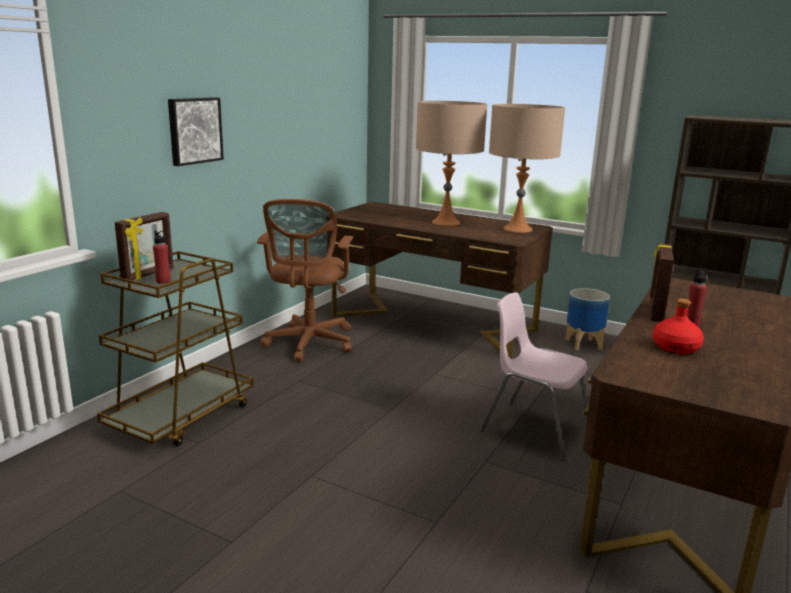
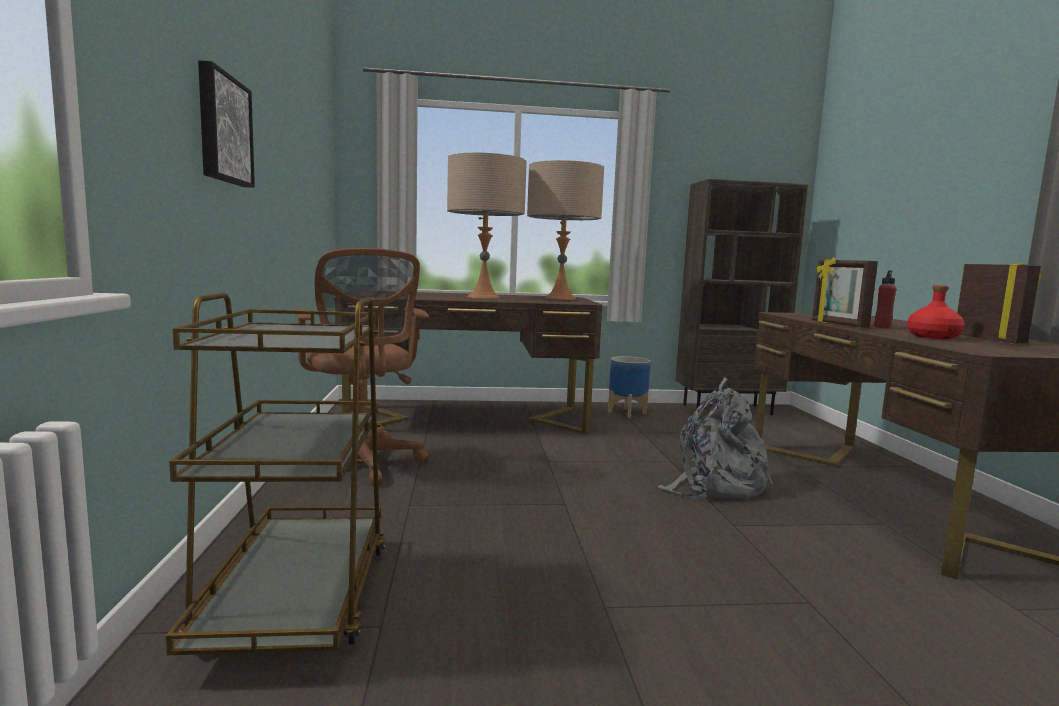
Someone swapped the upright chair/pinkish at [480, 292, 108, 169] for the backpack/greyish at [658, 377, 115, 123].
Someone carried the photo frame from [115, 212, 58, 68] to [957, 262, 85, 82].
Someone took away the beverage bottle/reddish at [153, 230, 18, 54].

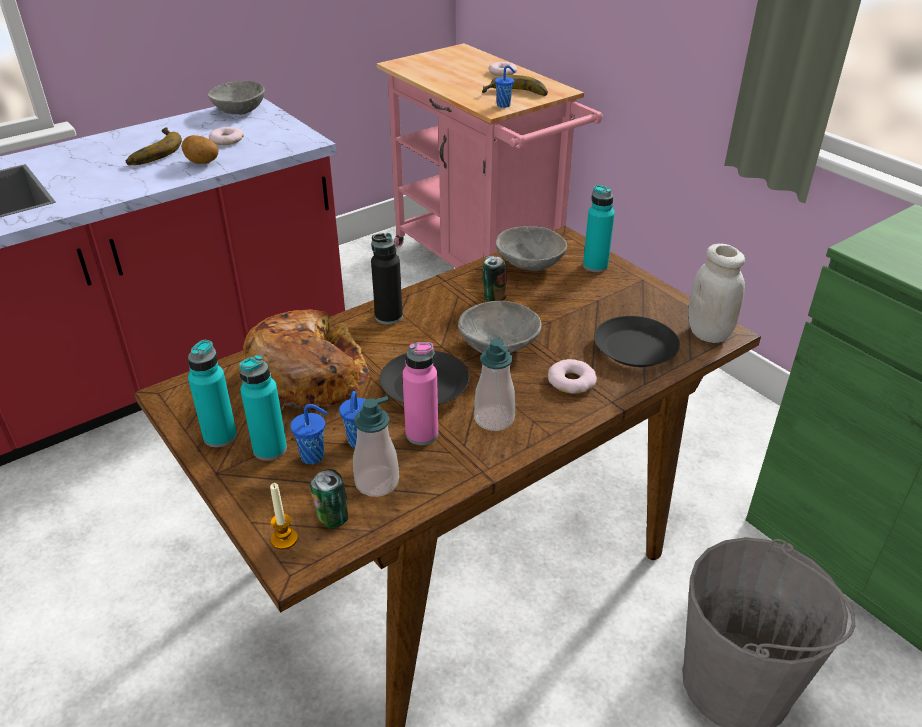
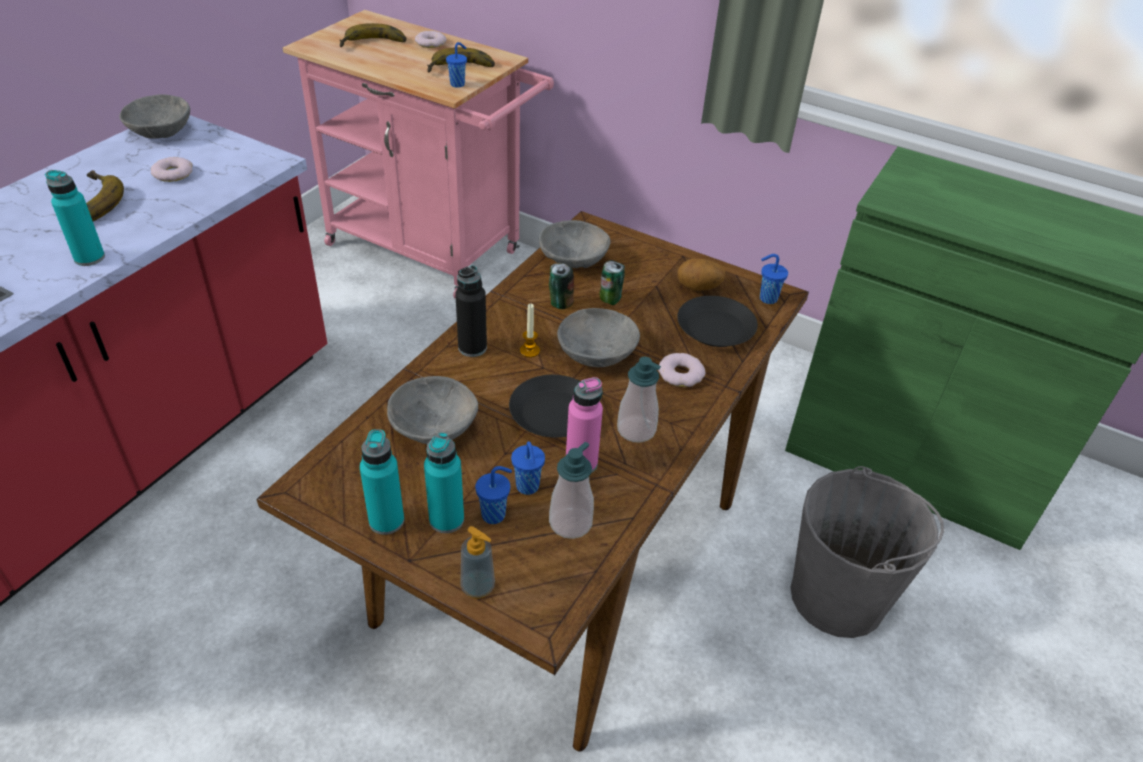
Someone carried the beverage bottle/turquoise-coloured from [583, 185, 32, 87] to [45, 170, 60, 96].
Someone put down the banana fruit at [339, 23, 67, 24].
Someone swapped the bread at [243, 309, 127, 101] for the bowl/greyish at [387, 376, 91, 68].
Someone put down the soap bottle at [460, 526, 35, 73].
Someone carried the wax candle from [270, 483, 28, 67] to [520, 303, 20, 55].
Someone carried the sealed can from [310, 469, 38, 60] to [599, 260, 26, 45].
Someone carried the spud from [181, 135, 38, 29] to [677, 259, 48, 32].
Someone swapped the jar/white-coloured at [688, 243, 57, 100] for the cup/bluish at [760, 254, 28, 50].

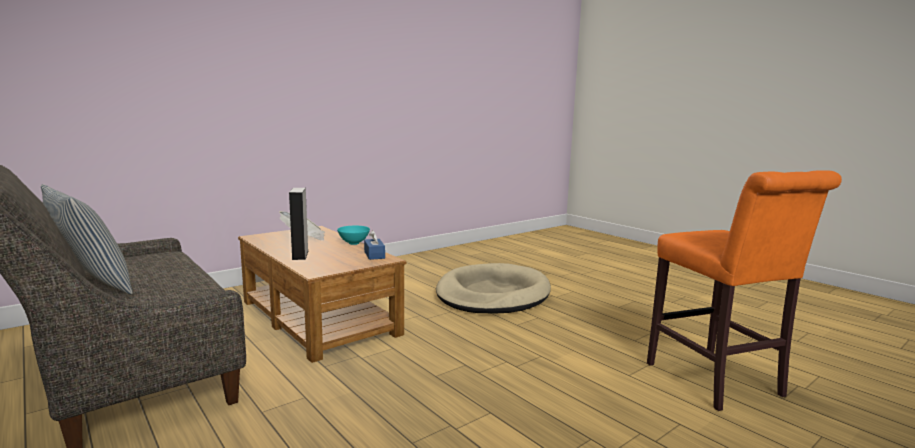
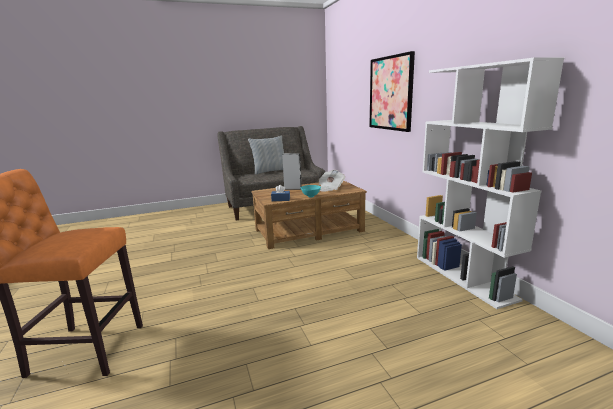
Someone put up the picture at [369, 51, 46, 81].
Someone put down the bookcase/white-coloured at [417, 58, 147, 251].
Someone took away the pet bed/sand-coloured at [436, 263, 115, 51].

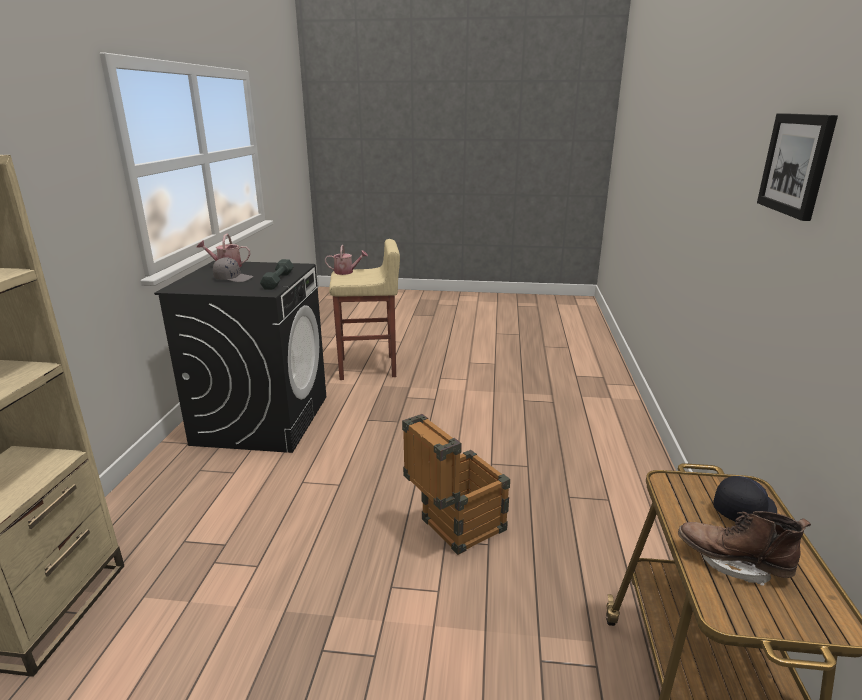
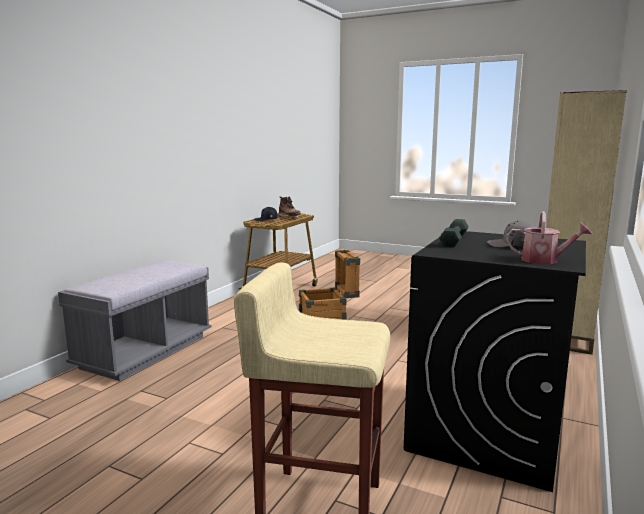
Someone put down the long seat/greyish at [58, 260, 153, 121].
Someone took away the sprinkling can at [325, 245, 43, 30].
Someone took away the picture at [757, 113, 81, 108].

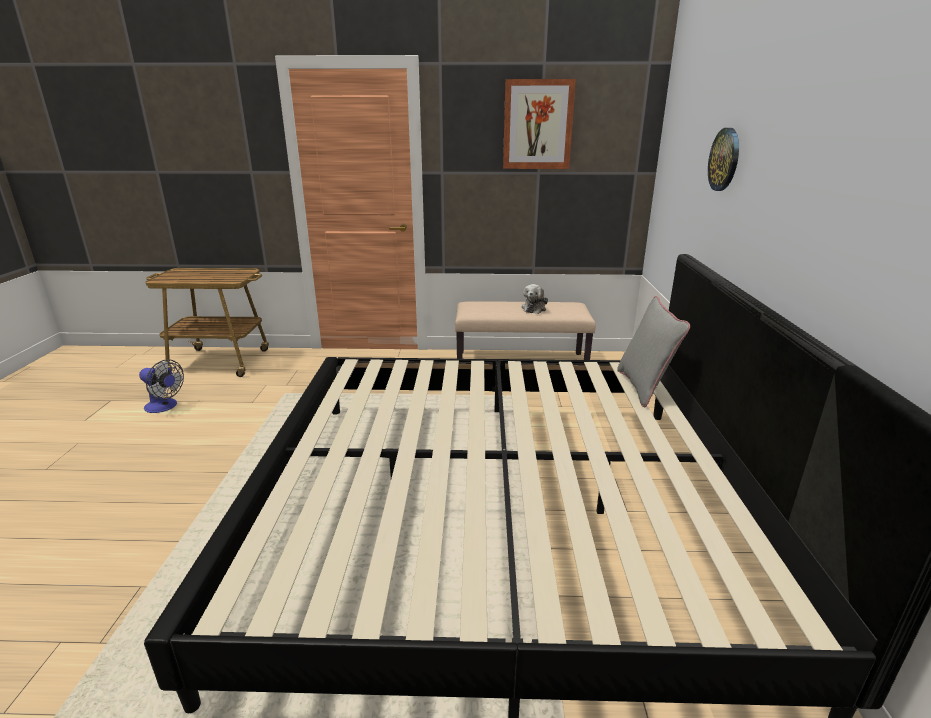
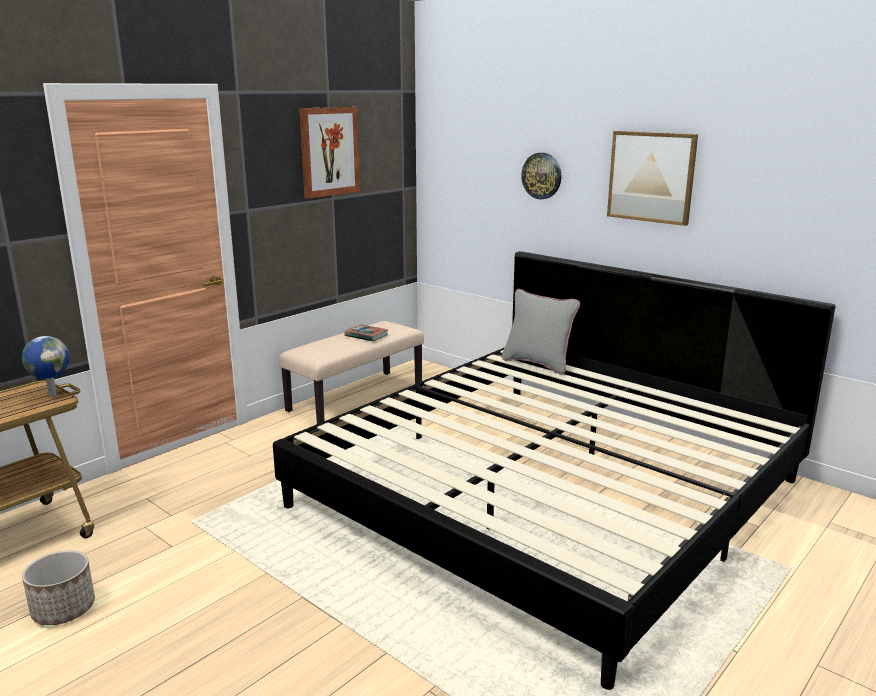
Someone put down the globe at [22, 336, 48, 61].
Someone swapped the electric fan at [139, 359, 45, 54] for the planter at [22, 550, 73, 75].
Someone swapped the plush toy at [521, 284, 27, 30] for the bound book at [344, 324, 44, 18].
Someone put up the picture at [607, 131, 91, 95].

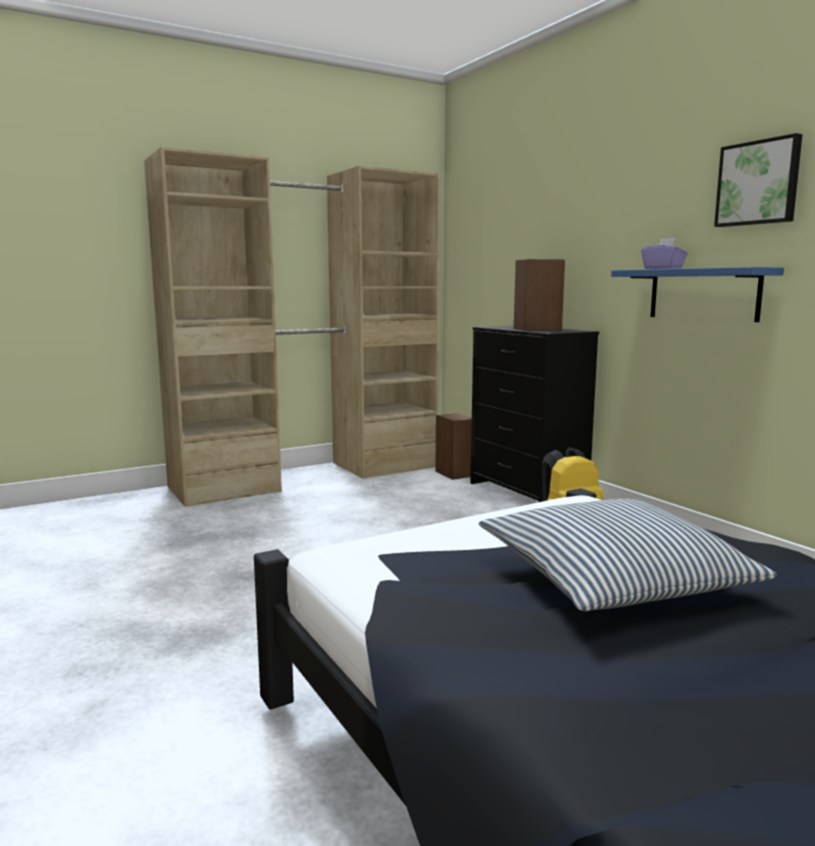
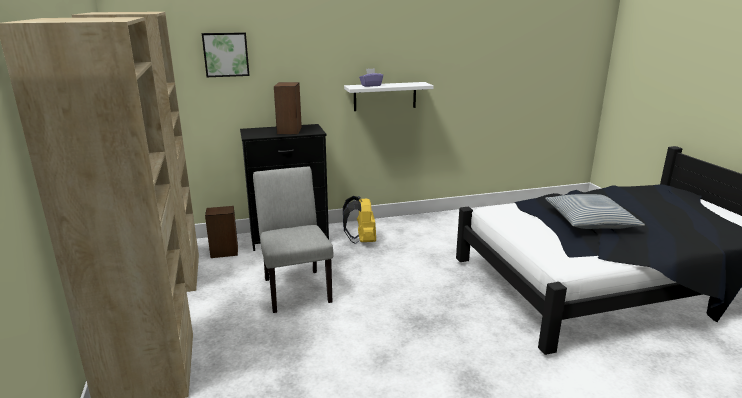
Someone carried the picture from [714, 133, 89, 94] to [202, 32, 47, 45].
Someone put down the upright chair/greyish at [253, 167, 80, 146].
Someone repainted the shelf/bluish at [611, 267, 173, 55], which became the shelf/white-coloured at [344, 82, 90, 29].

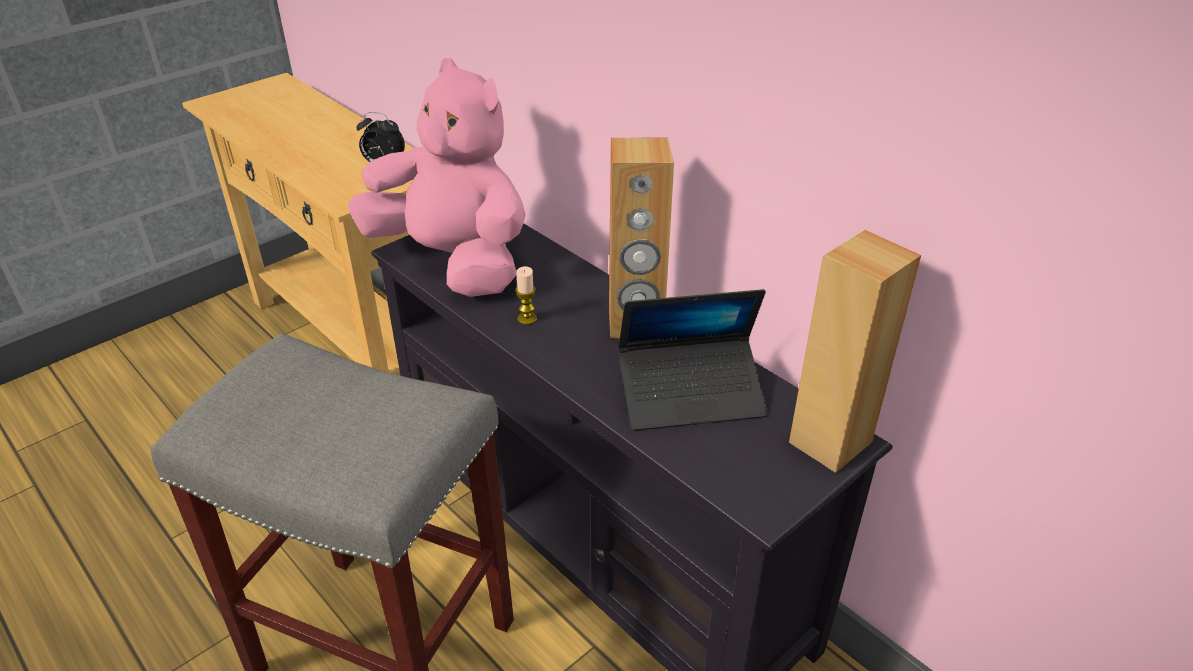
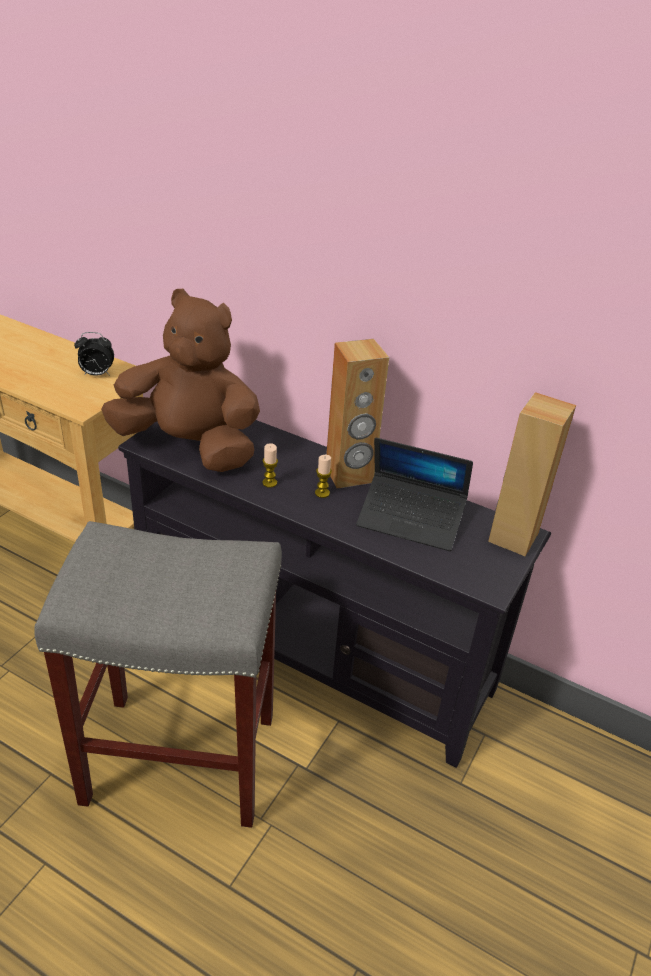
Someone repainted the plush toy/pinkish at [347, 58, 178, 239], which became the plush toy/brown at [101, 289, 159, 183].
Someone put down the wax candle at [315, 455, 17, 43].
Someone rotated the portable computer at [618, 289, 149, 142] by 45 degrees clockwise.

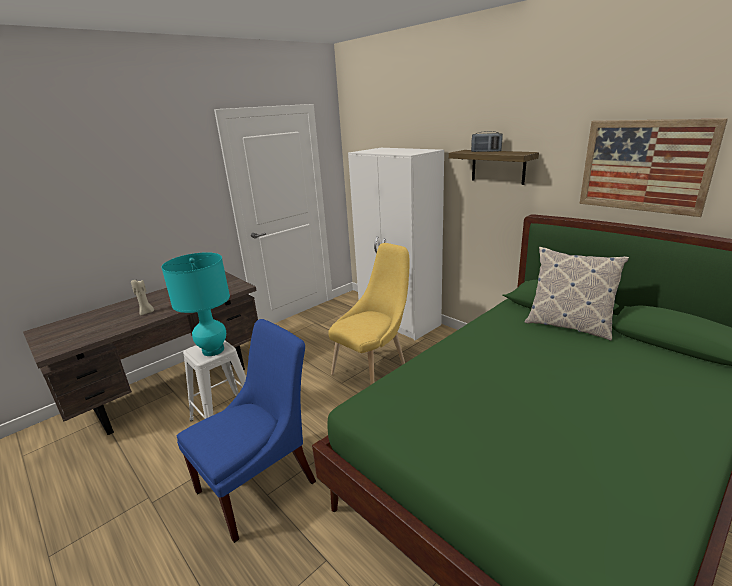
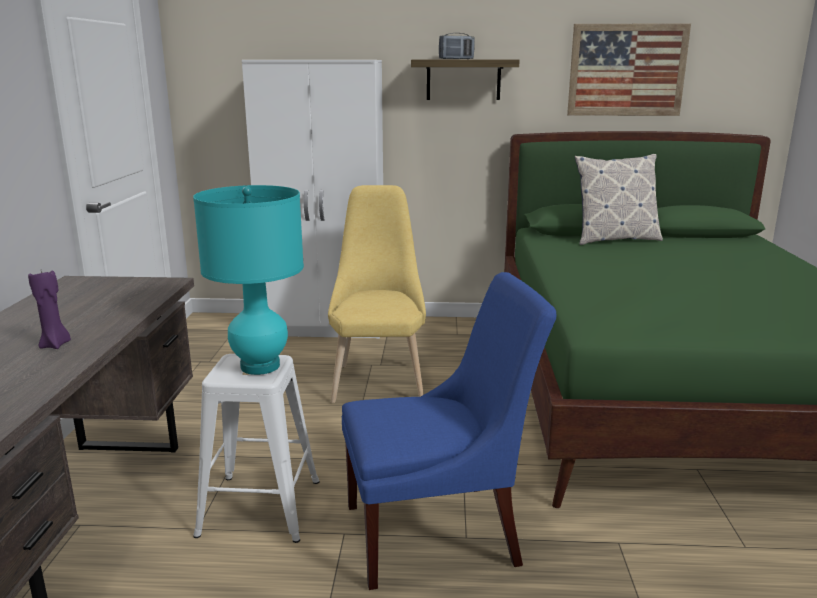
Someone repainted the wax candle/sand-coloured at [131, 279, 23, 37], which became the wax candle/purplish at [28, 271, 43, 78].
Someone rotated the upright chair/bluish at [177, 319, 139, 224] by 75 degrees clockwise.

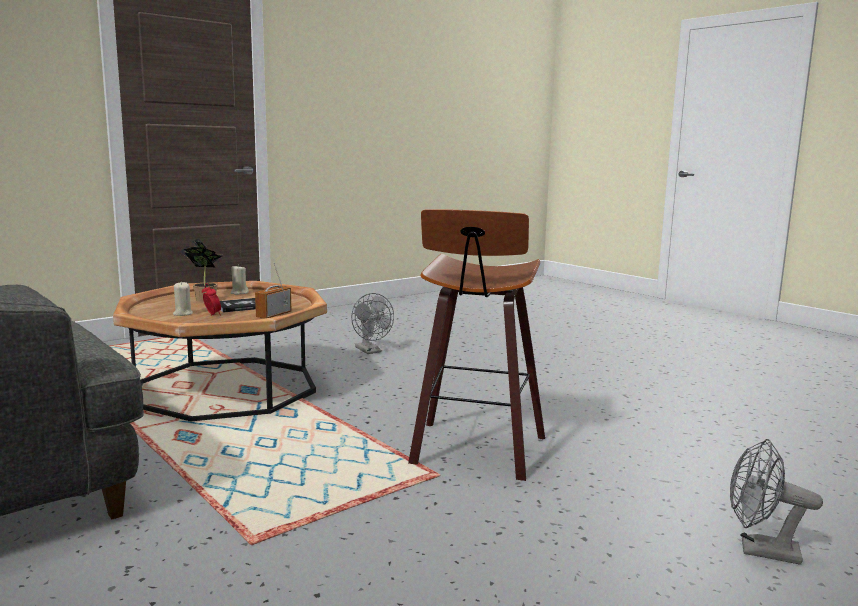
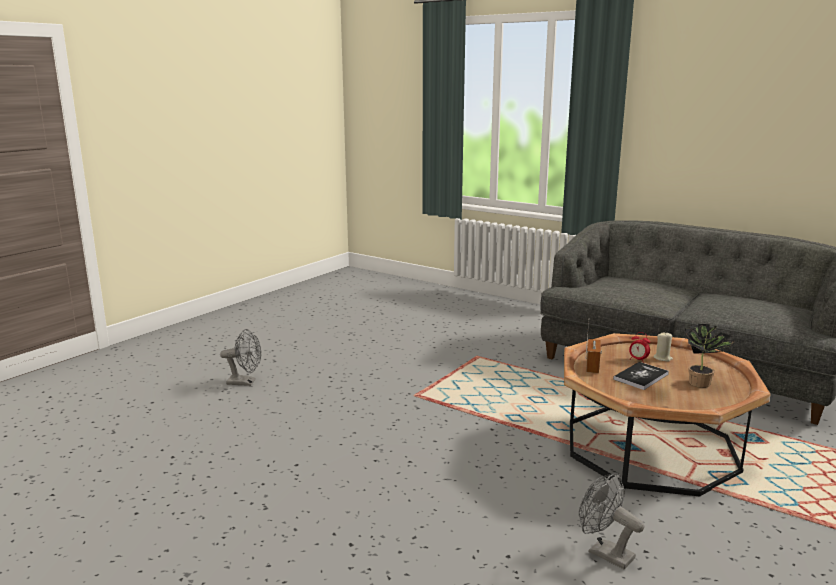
Someone took away the wax candle/sand-coloured at [231, 265, 18, 30].
Someone took away the stool seat at [408, 209, 137, 272].

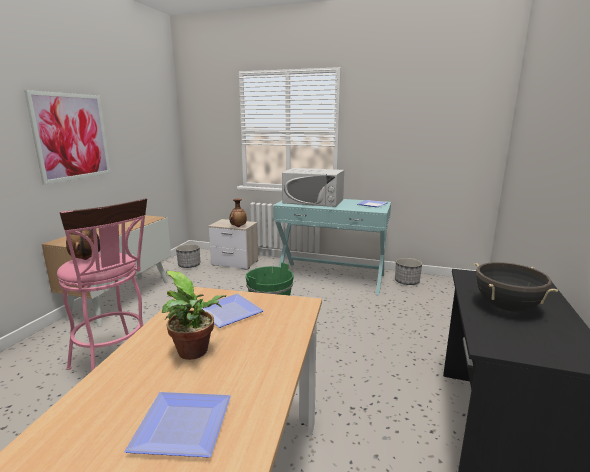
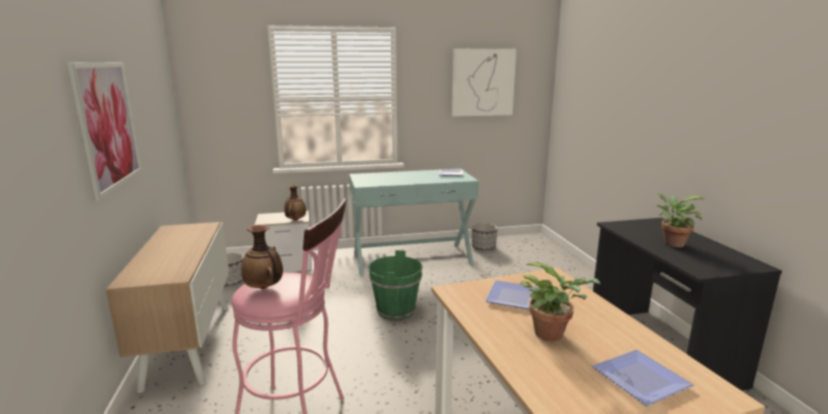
Someone put up the picture at [451, 49, 66, 68].
Someone swapped the stockpot/black-coloured at [474, 262, 84, 50] for the plant in a pot at [656, 193, 49, 55].
Someone took away the microwave oven/white-coloured at [282, 168, 62, 39].

